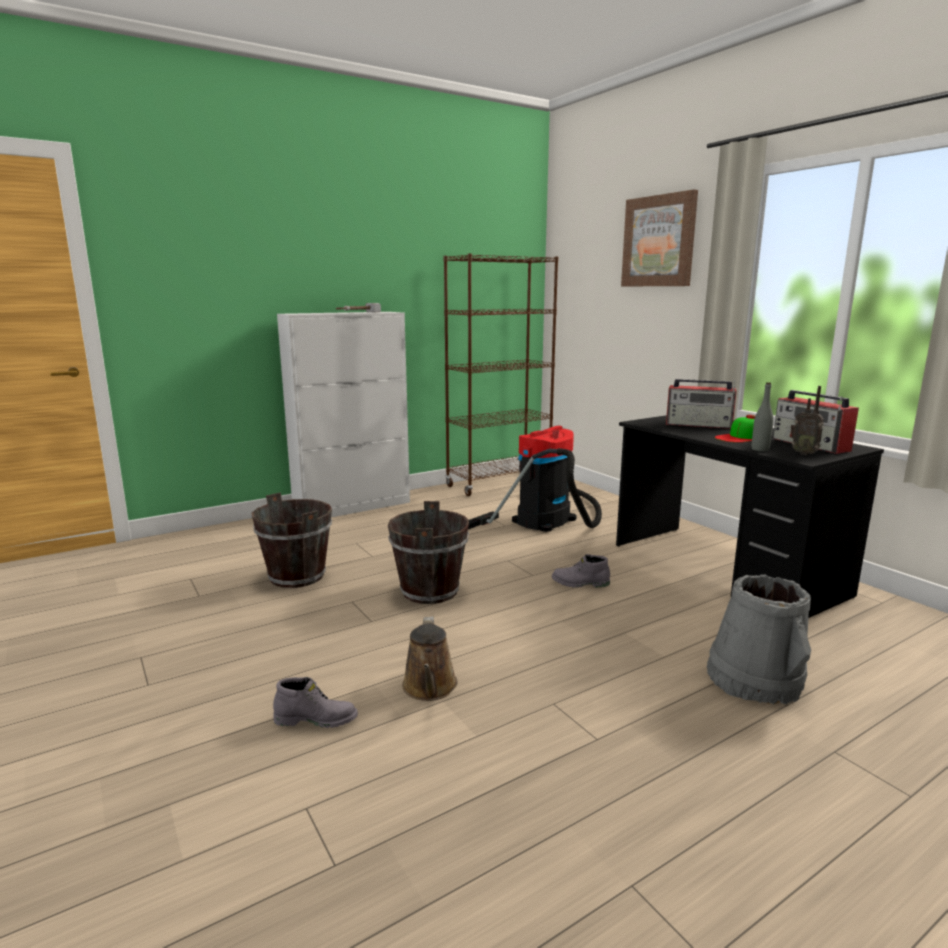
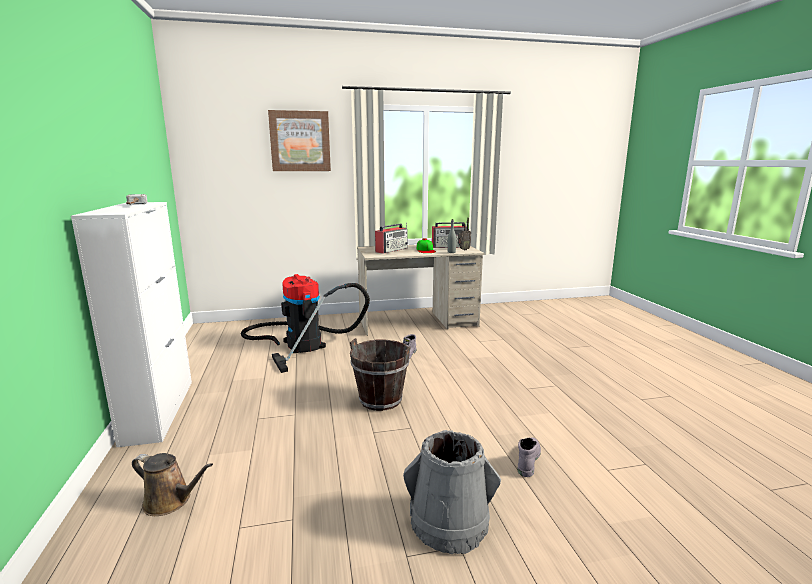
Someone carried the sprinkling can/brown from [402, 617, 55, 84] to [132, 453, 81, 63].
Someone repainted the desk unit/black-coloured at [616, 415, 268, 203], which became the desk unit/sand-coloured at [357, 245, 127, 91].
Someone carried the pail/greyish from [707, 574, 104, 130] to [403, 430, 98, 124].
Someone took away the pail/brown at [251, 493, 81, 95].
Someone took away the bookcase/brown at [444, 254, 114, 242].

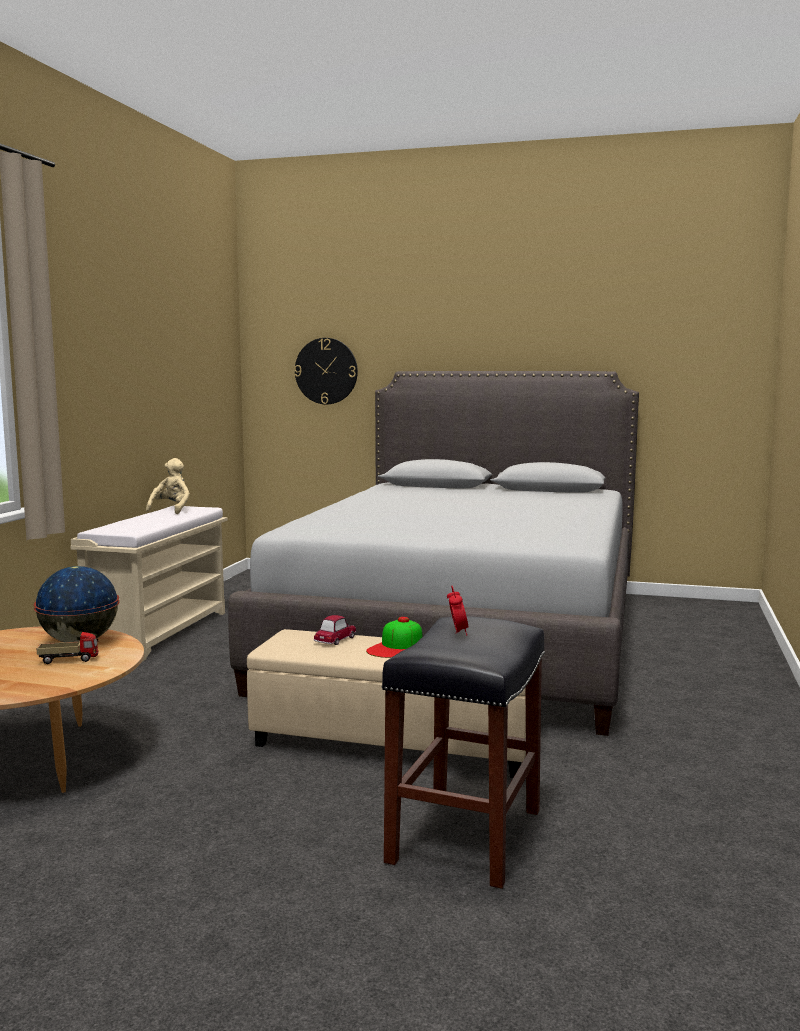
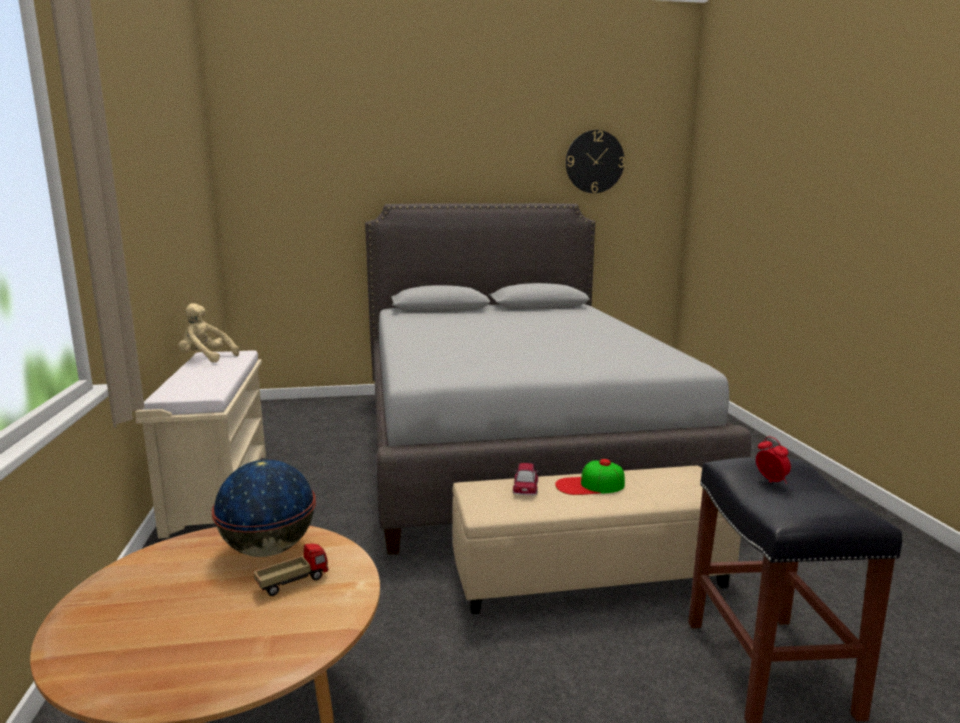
Someone rotated the plush toy/sand-coloured at [146, 458, 44, 56] by 60 degrees counterclockwise.
Someone rotated the baseball cap at [366, 617, 57, 41] by 75 degrees clockwise.
Someone carried the clock on the wall from [294, 338, 64, 67] to [566, 130, 59, 63].

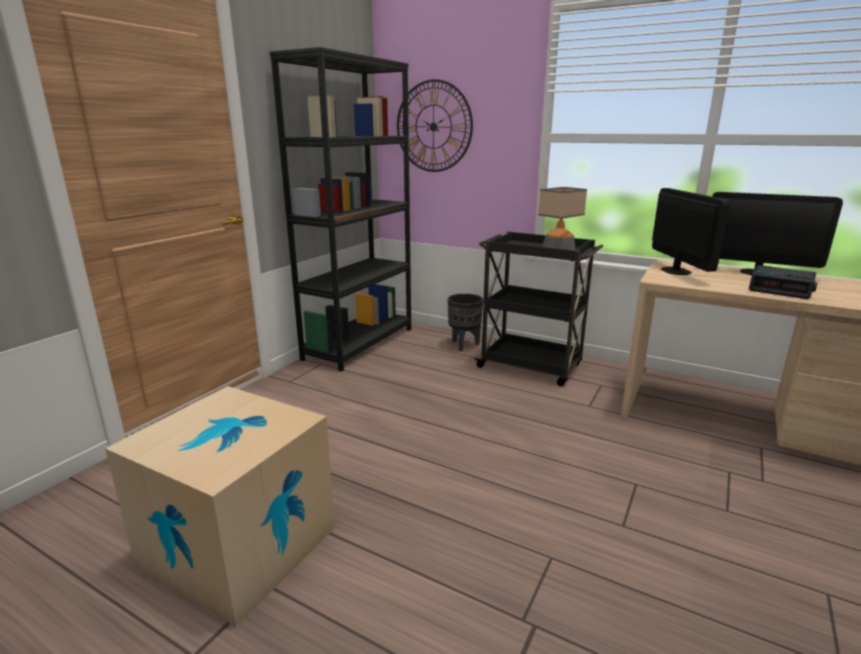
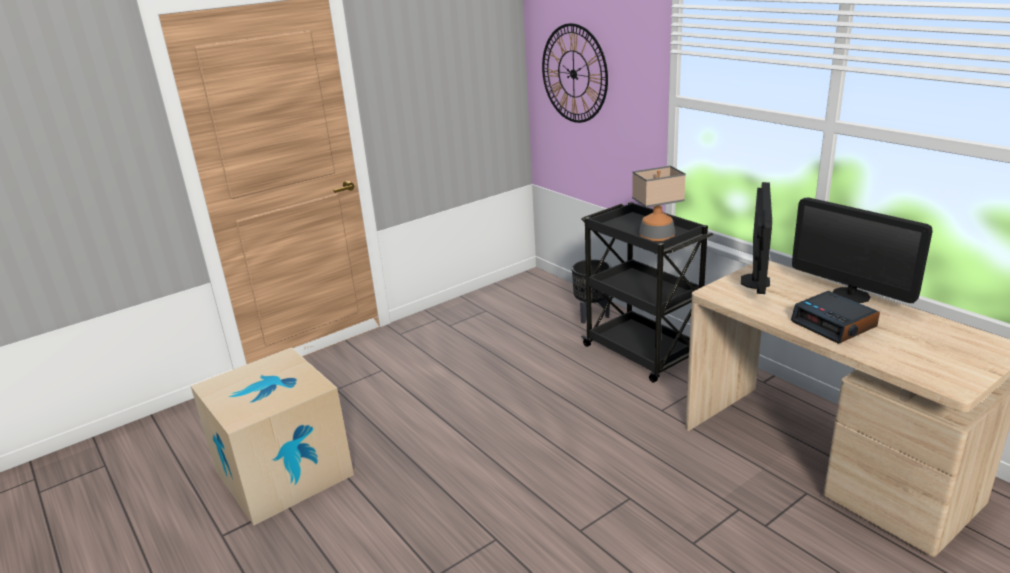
Someone took away the bookcase/black-coloured at [270, 47, 141, 324].

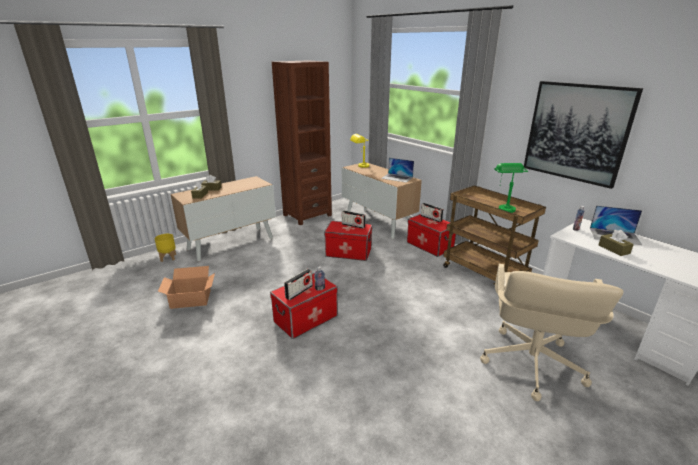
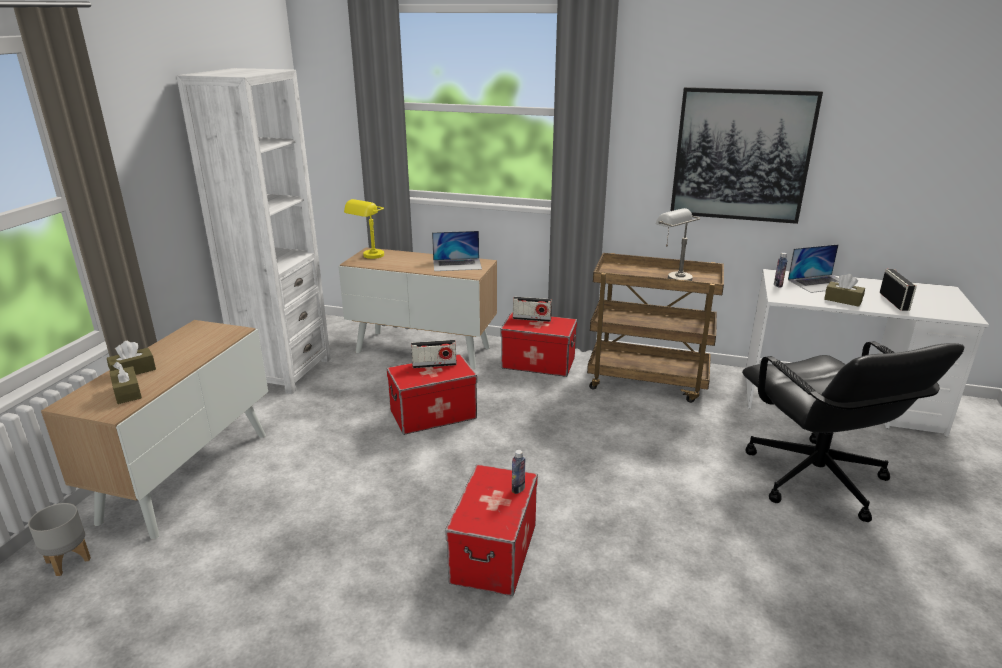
Someone repainted the planter/yellow-coloured at [155, 234, 21, 28], which became the planter/greyish at [28, 503, 63, 73].
Someone repainted the bookcase/brown at [272, 60, 60, 165], which became the bookcase/white-coloured at [176, 68, 155, 326].
Someone repainted the table lamp/green-coloured at [494, 163, 34, 50], which became the table lamp/greyish at [656, 208, 44, 73].
Someone repainted the computer chair/sand-coloured at [480, 264, 143, 137], which became the computer chair/black-coloured at [742, 341, 223, 181].
Someone carried the radio from [284, 269, 29, 31] to [879, 269, 38, 42].
Someone took away the cardboard box at [158, 266, 57, 43].

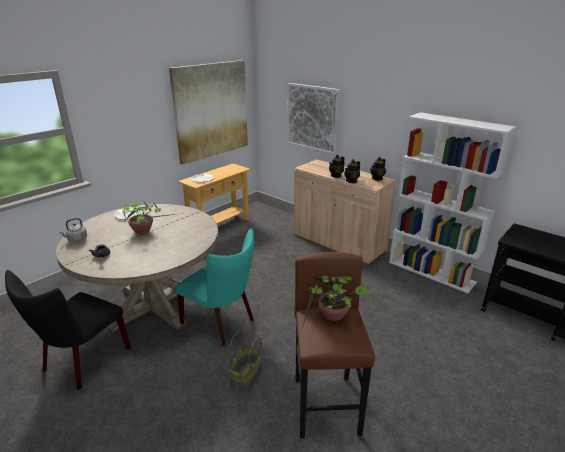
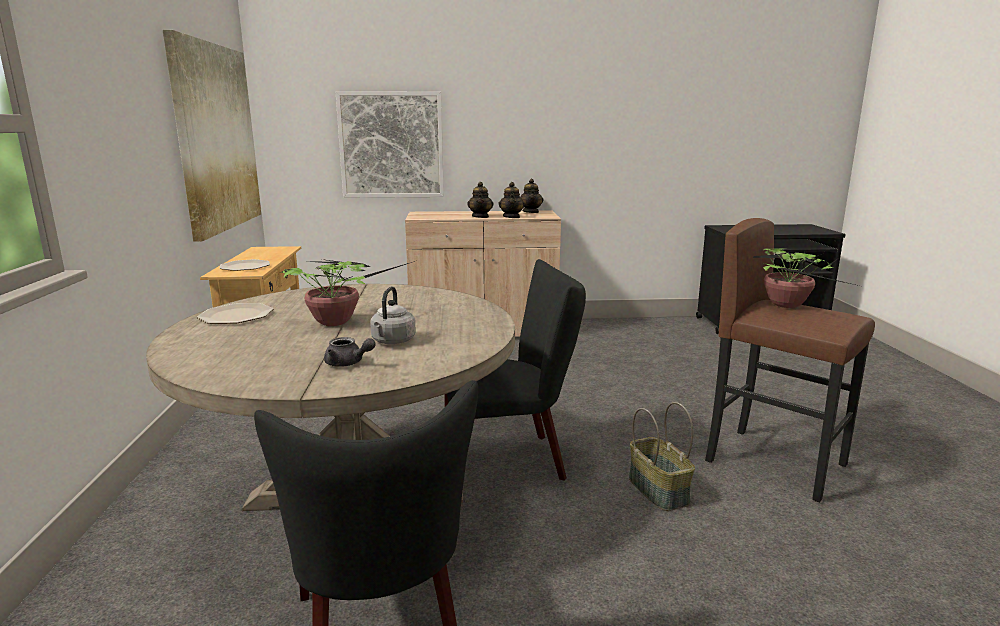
Someone carried the water kettle/greyish from [59, 218, 28, 24] to [370, 287, 46, 57].
Someone repainted the upright chair/turquoise-coloured at [175, 228, 79, 118], which became the upright chair/black-coloured at [444, 259, 142, 222].
Someone took away the bookcase/white-coloured at [389, 112, 127, 182].

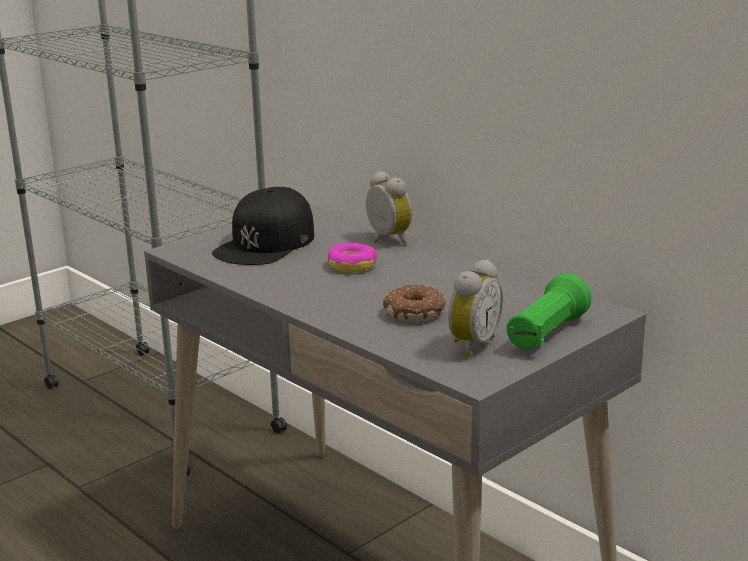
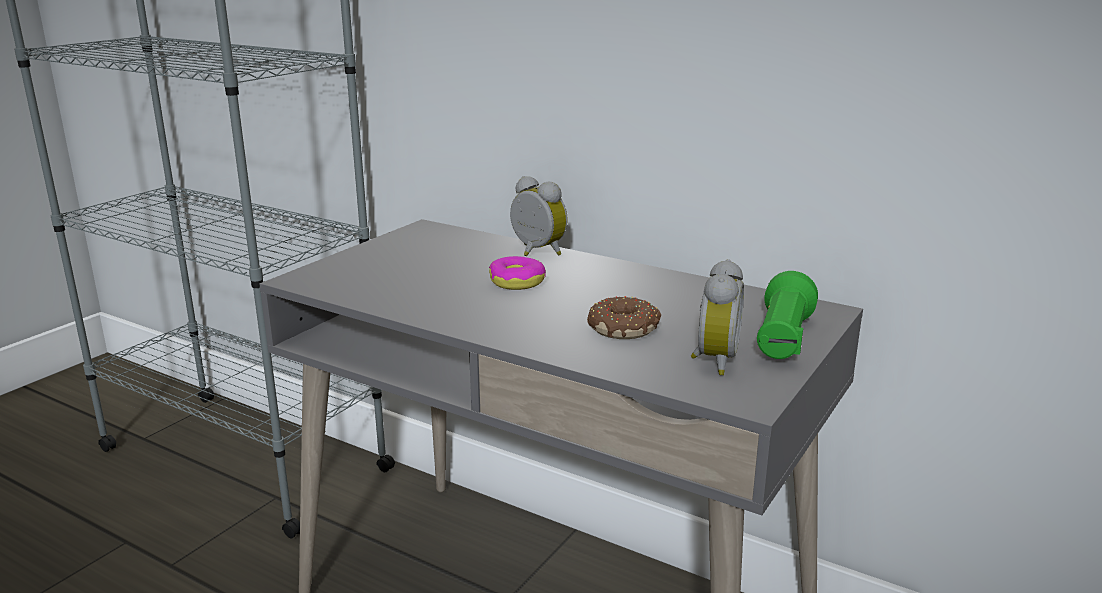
Someone took away the baseball cap/black-coloured at [212, 187, 102, 78].

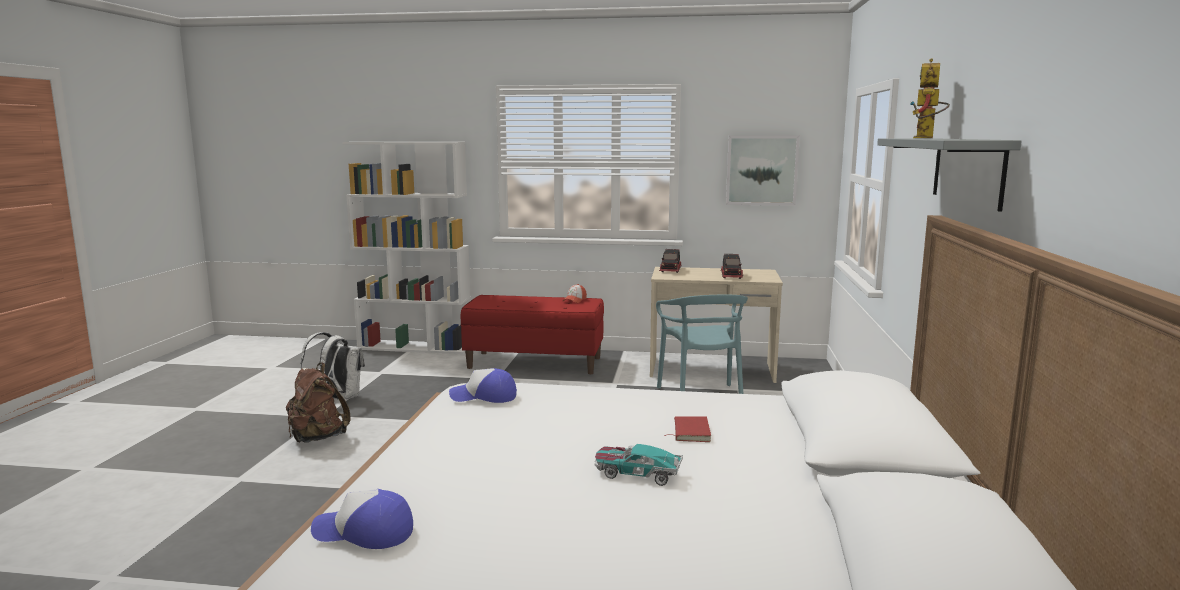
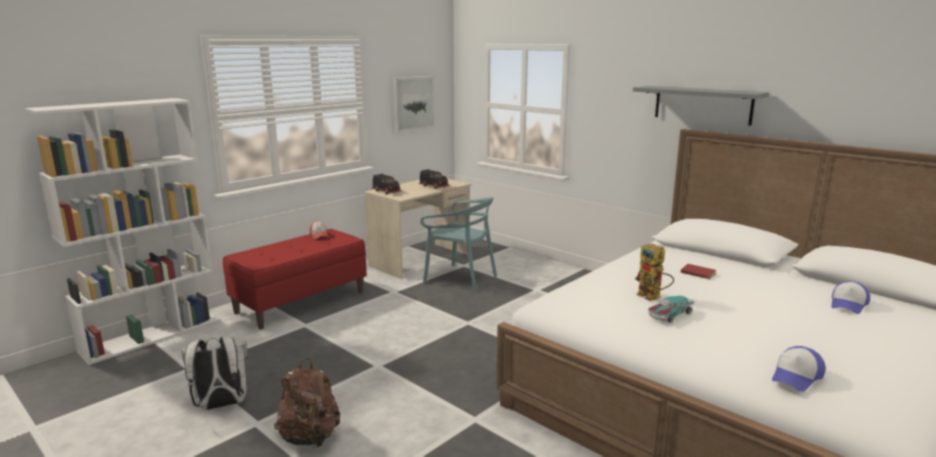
Someone carried the toy robot from [910, 58, 40, 80] to [635, 243, 39, 58].
Someone carried the miniature car from [594, 444, 89, 42] to [648, 295, 47, 28].
Someone carried the baseball cap from [449, 368, 68, 35] to [831, 281, 39, 33].

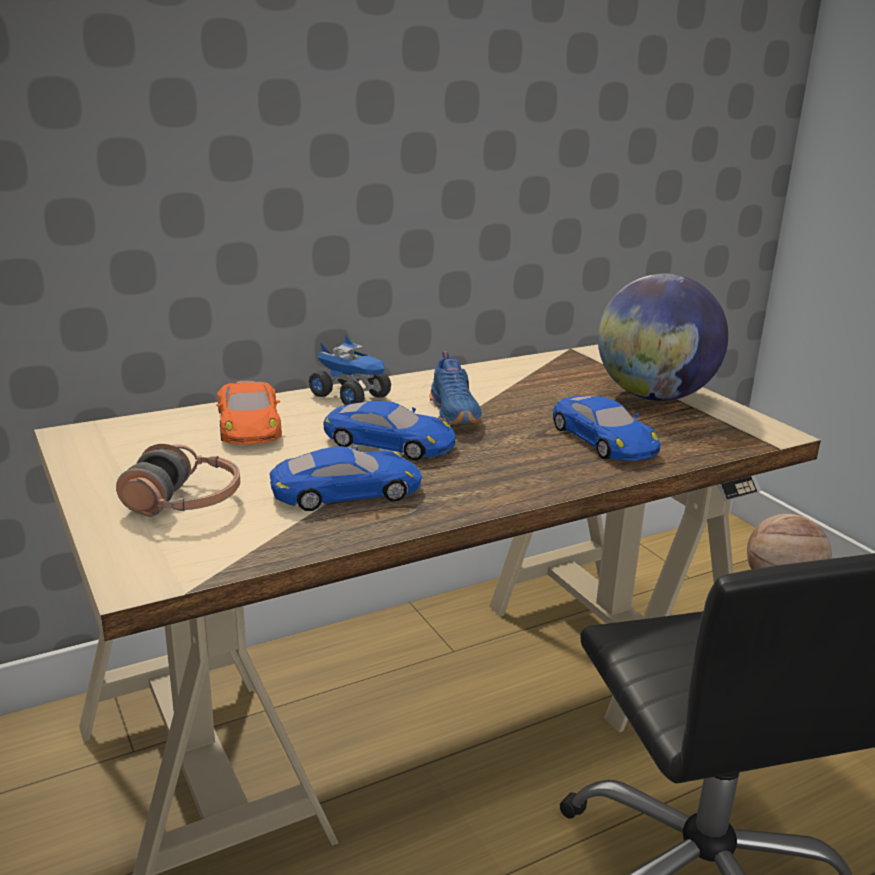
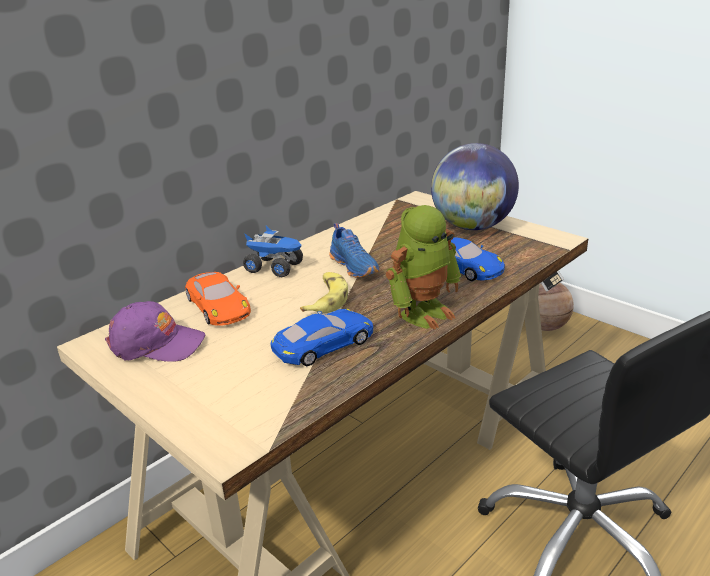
Someone put down the baseball cap/purplish at [105, 301, 100, 61].
Someone swapped the miniature car/bluish at [323, 401, 133, 59] for the banana fruit at [300, 272, 48, 41].
Someone put down the toy robot at [386, 205, 75, 124].
Someone took away the pair of headphones at [116, 444, 124, 73].

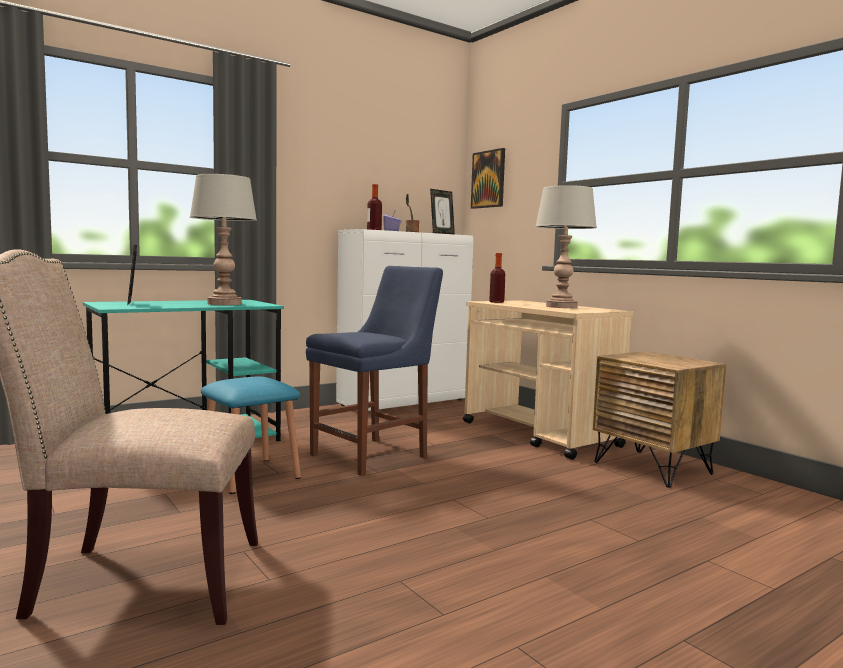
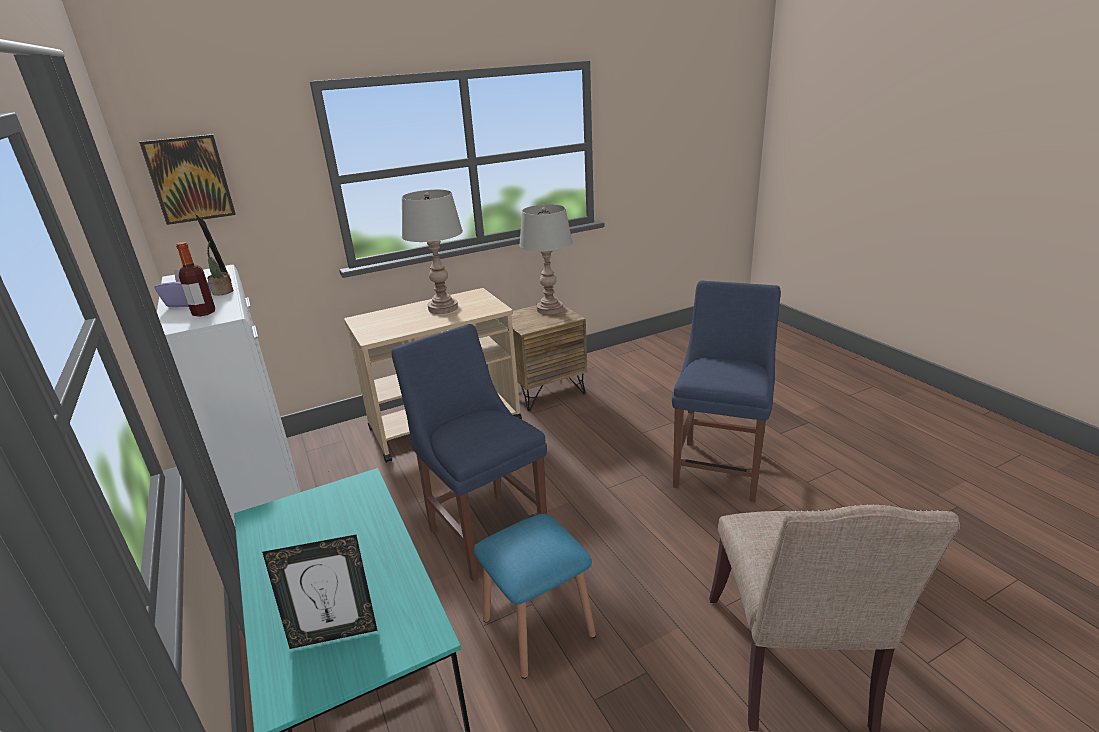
Someone carried the table lamp/greyish from [190, 174, 67, 131] to [519, 204, 54, 111].
Someone put down the upright chair/bluish at [672, 281, 109, 221].
Someone took away the beverage bottle at [489, 253, 16, 50].

